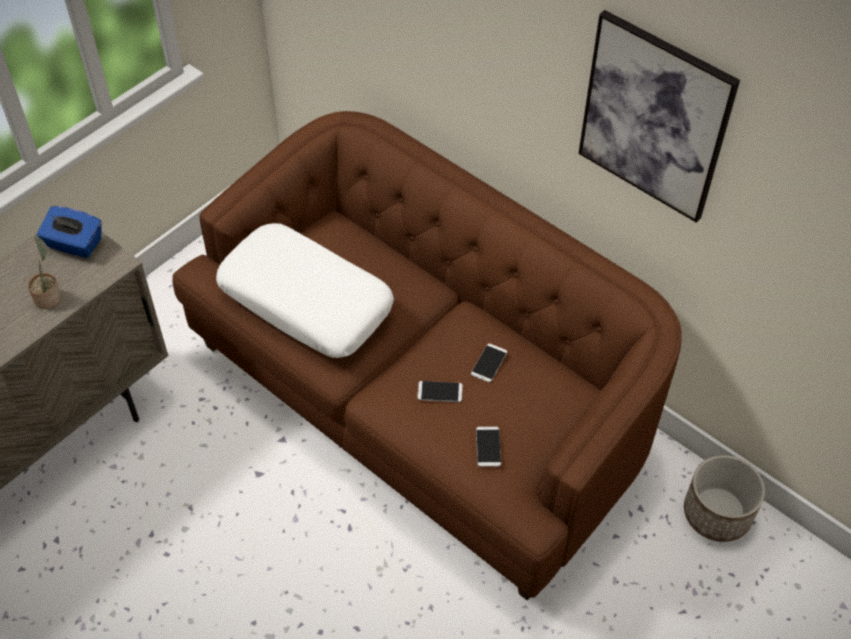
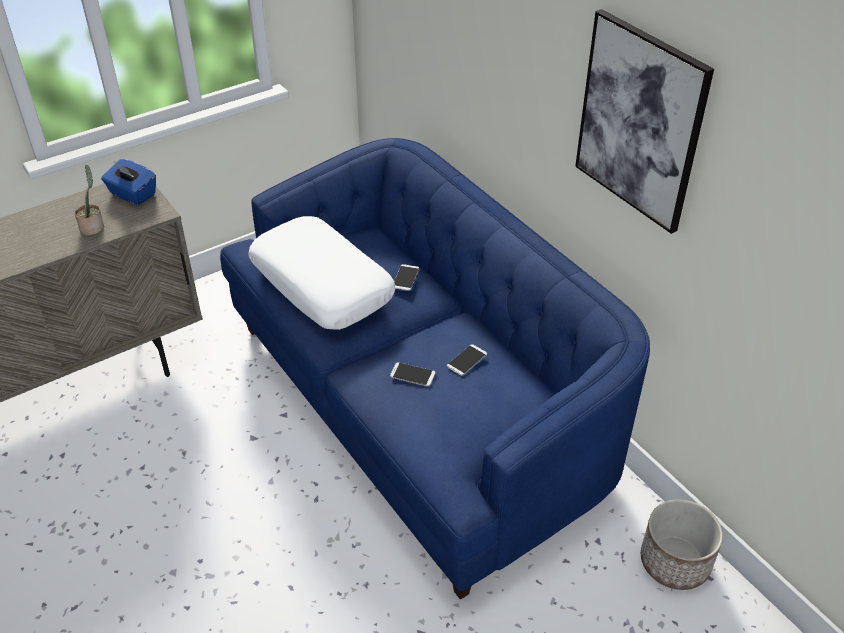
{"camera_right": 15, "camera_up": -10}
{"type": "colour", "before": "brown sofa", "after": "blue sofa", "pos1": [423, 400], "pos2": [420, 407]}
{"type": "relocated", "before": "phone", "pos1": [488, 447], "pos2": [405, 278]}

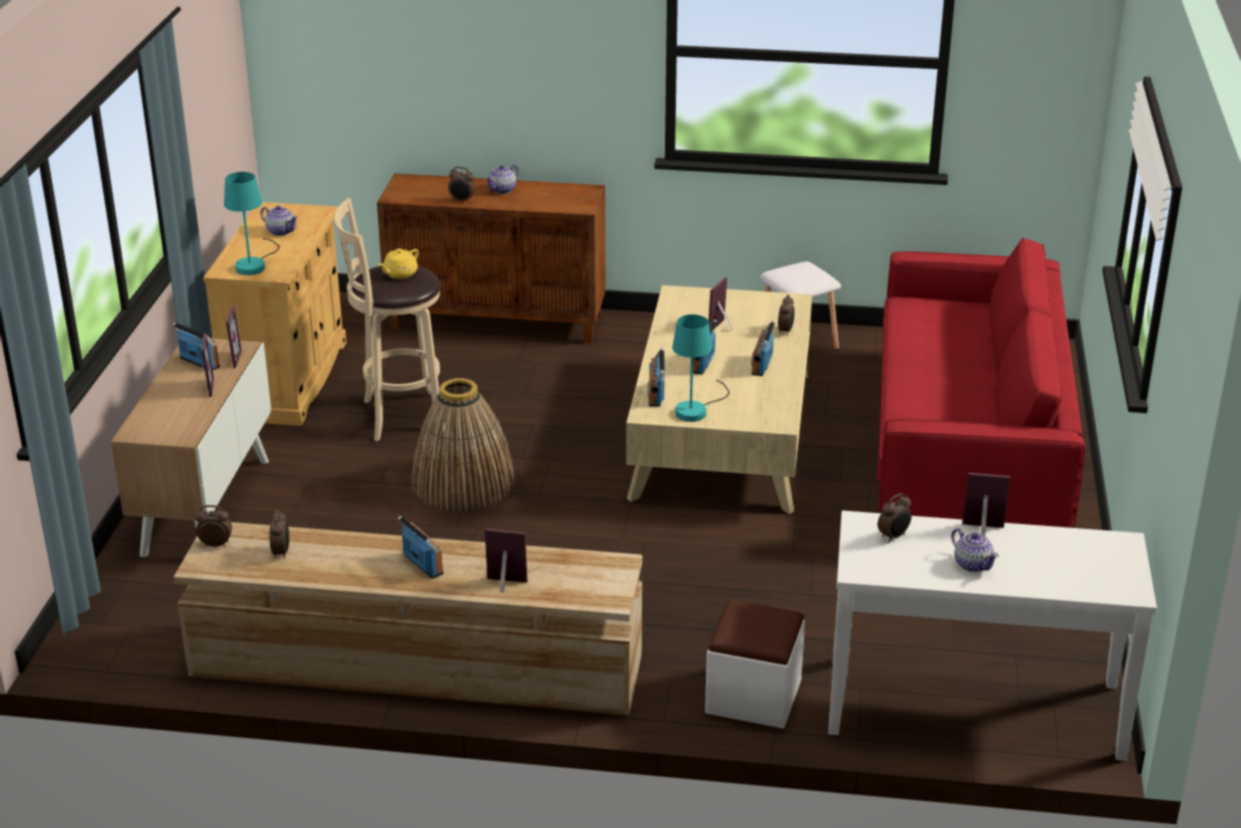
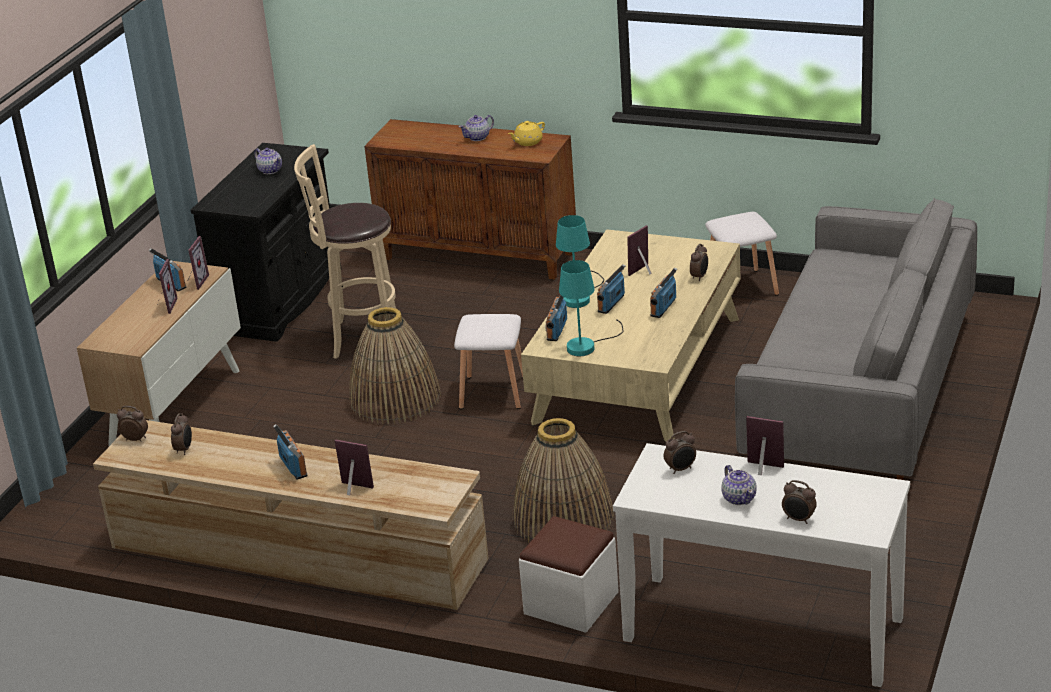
{"camera_right": 15, "camera_up": 0}
{"type": "relocated", "before": "alarm clock", "pos1": [462, 201], "pos2": [798, 519]}
{"type": "relocated", "before": "turquoise table lamp", "pos1": [254, 264], "pos2": [580, 297]}
{"type": "colour", "before": "beige cabinet", "after": "black cabinet", "pos1": [287, 380], "pos2": [279, 300]}
{"type": "colour", "before": "red sofa", "after": "grey sofa", "pos1": [966, 446], "pos2": [860, 392]}
{"type": "relocated", "before": "yellow teapot", "pos1": [399, 274], "pos2": [527, 142]}
{"type": "appeared", "after": "white stool", "pos2": [492, 391]}
{"type": "appeared", "after": "basket", "pos2": [563, 518]}

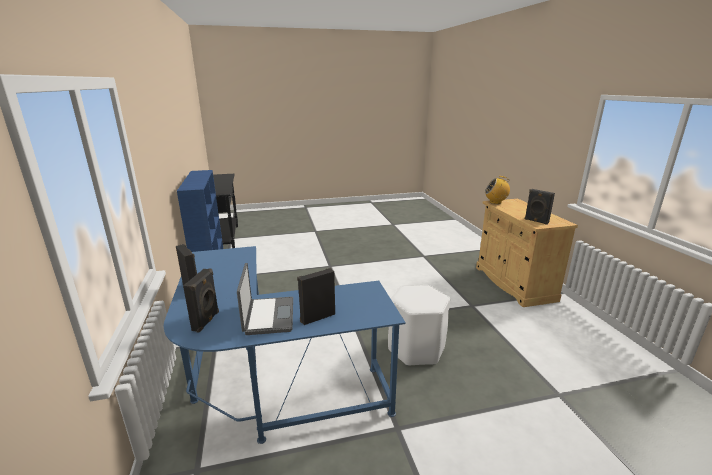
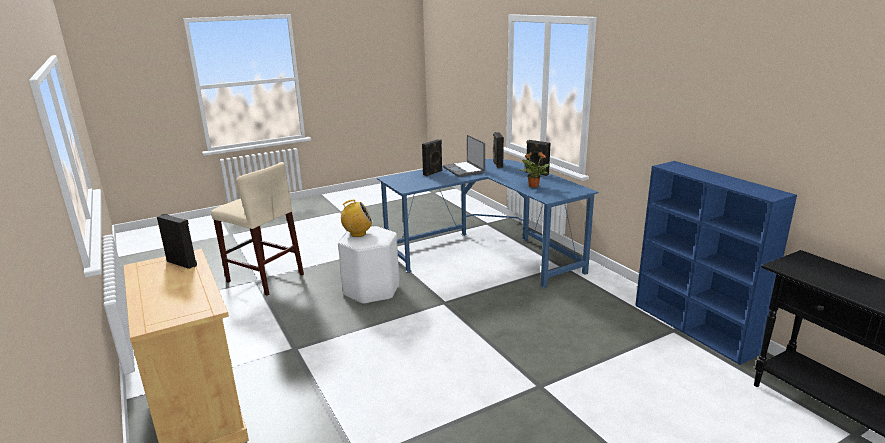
{"camera_right": 165, "camera_up": 0}
{"type": "relocated", "before": "radio", "pos1": [495, 202], "pos2": [358, 234]}
{"type": "appeared", "after": "potted plant", "pos2": [533, 186]}
{"type": "appeared", "after": "beige stool", "pos2": [265, 278]}

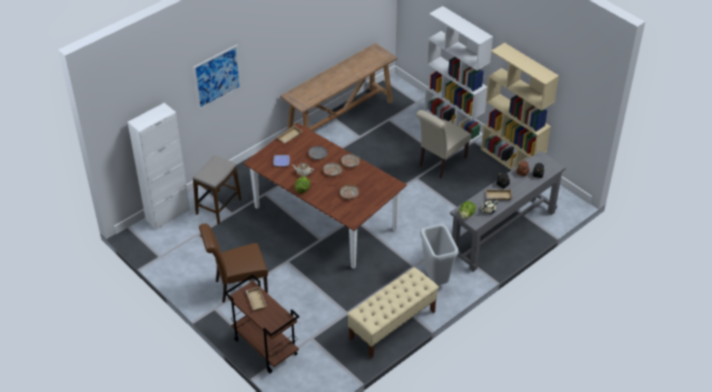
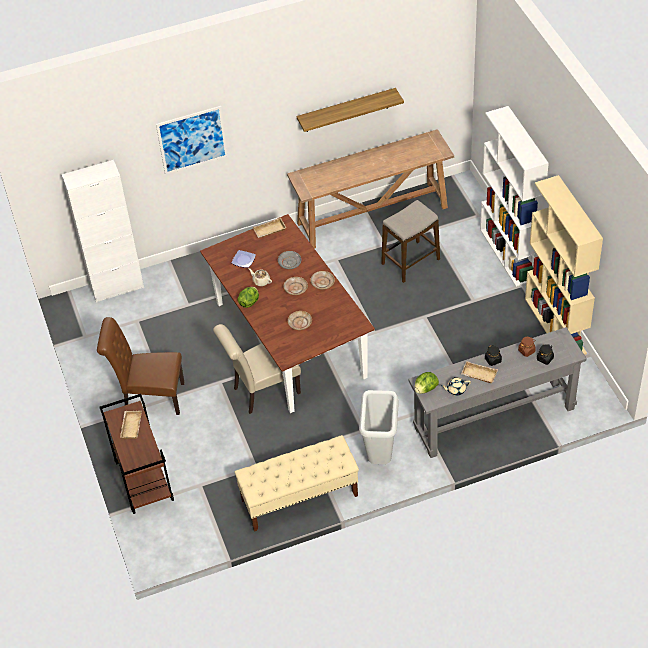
{"camera_right": 25, "camera_up": 5}
{"type": "relocated", "before": "beige chair", "pos1": [440, 163], "pos2": [262, 392]}
{"type": "relocated", "before": "stool", "pos1": [219, 207], "pos2": [411, 262]}
{"type": "appeared", "after": "shelf", "pos2": [346, 110]}

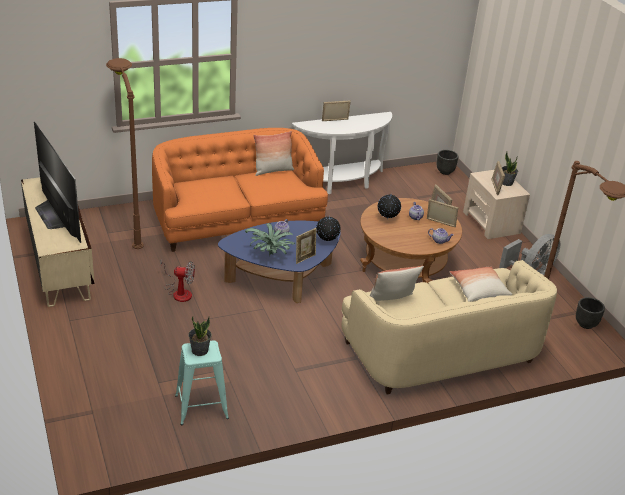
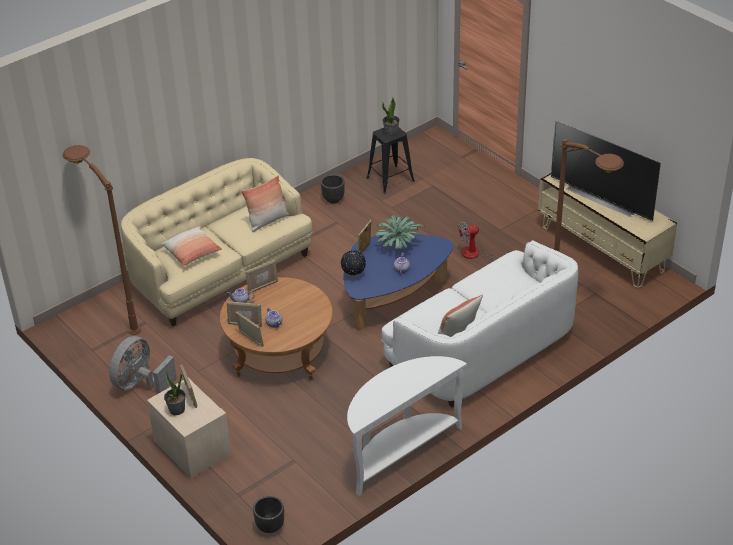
{"camera_right": 165, "camera_up": 5}
{"type": "relocated", "before": "picture frame", "pos1": [335, 120], "pos2": [262, 286]}
{"type": "colour", "before": "orange sofa", "after": "white sofa", "pos1": [237, 221], "pos2": [482, 349]}
{"type": "missing", "before": "globe", "pos1": [387, 219]}
{"type": "relocated", "before": "black planter", "pos1": [585, 324], "pos2": [333, 199]}
{"type": "colour", "before": "turquoise stool", "after": "black stool", "pos1": [201, 407], "pos2": [390, 179]}

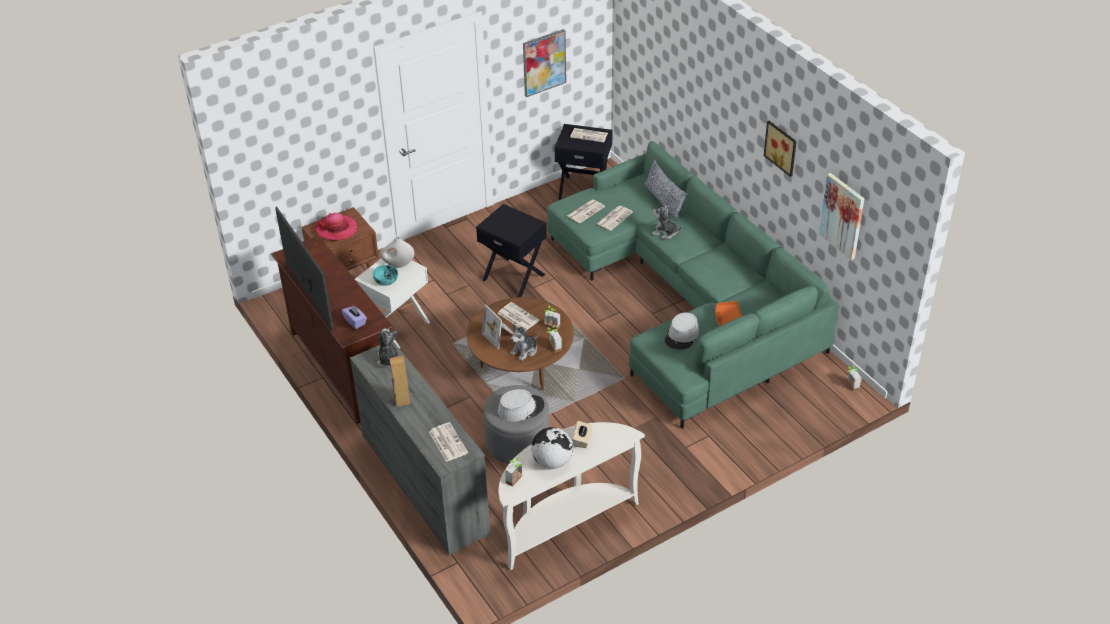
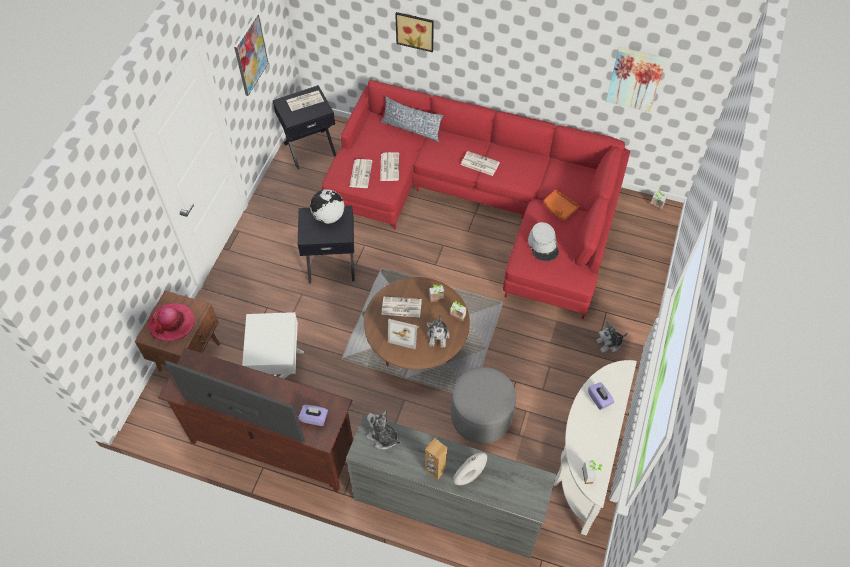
{"camera_right": -40, "camera_up": 15}
{"type": "relocated", "before": "picture", "pos1": [782, 147], "pos2": [415, 30]}
{"type": "colour", "before": "green sofa", "after": "red sofa", "pos1": [687, 301], "pos2": [483, 204]}
{"type": "relocated", "before": "plush toy", "pos1": [665, 233], "pos2": [609, 343]}
{"type": "relocated", "before": "white vase", "pos1": [398, 265], "pos2": [469, 475]}
{"type": "missing", "before": "turquoise bowl", "pos1": [386, 281]}
{"type": "missing", "before": "grey hat", "pos1": [521, 408]}
{"type": "colour", "before": "beige tissue box", "after": "purple tissue box", "pos1": [582, 440], "pos2": [599, 399]}
{"type": "relocated", "before": "newspaper", "pos1": [447, 442], "pos2": [479, 164]}
{"type": "relocated", "before": "globe", "pos1": [552, 461], "pos2": [328, 217]}

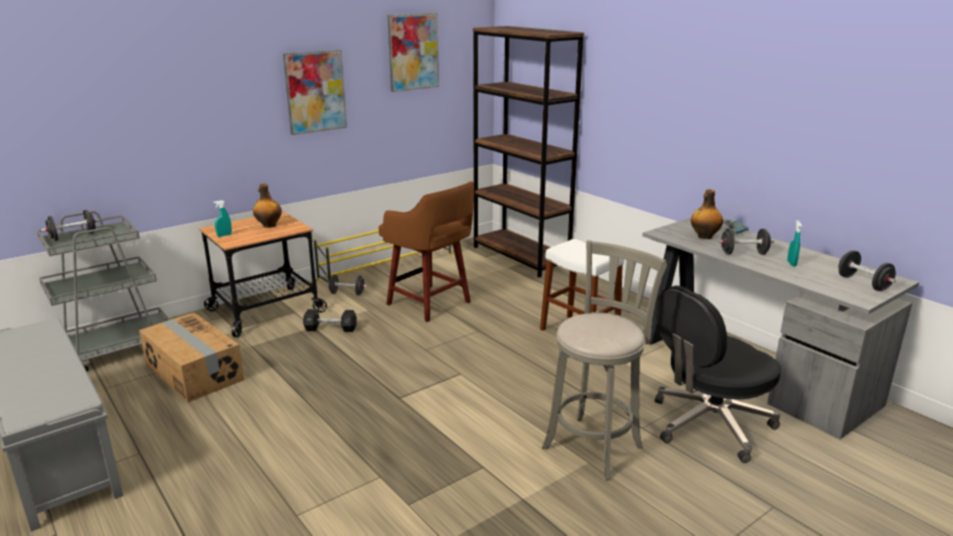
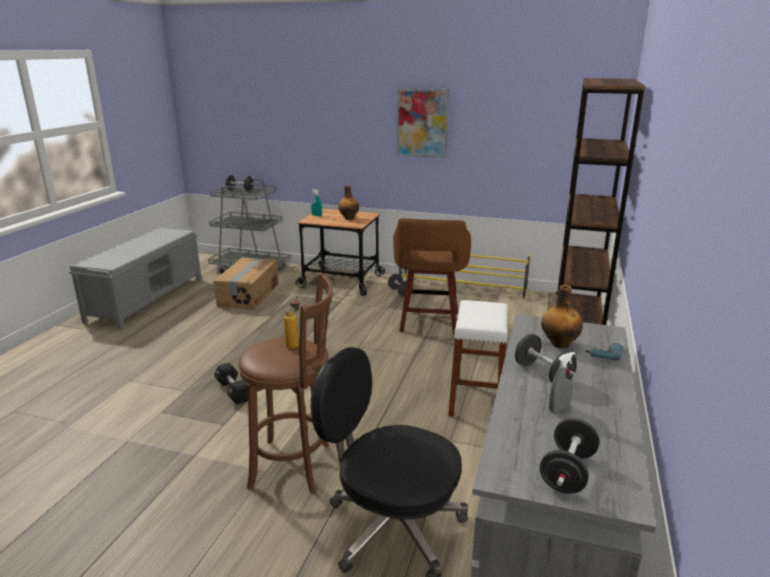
{"camera_right": 55, "camera_up": 0}
{"type": "missing", "before": "picture", "pos1": [413, 52]}
{"type": "colour", "before": "turquoise spray bottle", "after": "grey spray bottle", "pos1": [791, 263], "pos2": [558, 408]}
{"type": "colour", "before": "grey stool", "after": "brown stool", "pos1": [595, 445], "pos2": [295, 466]}
{"type": "relocated", "before": "black dumbbell", "pos1": [330, 329], "pos2": [233, 391]}
{"type": "appeared", "after": "bottle", "pos2": [294, 344]}

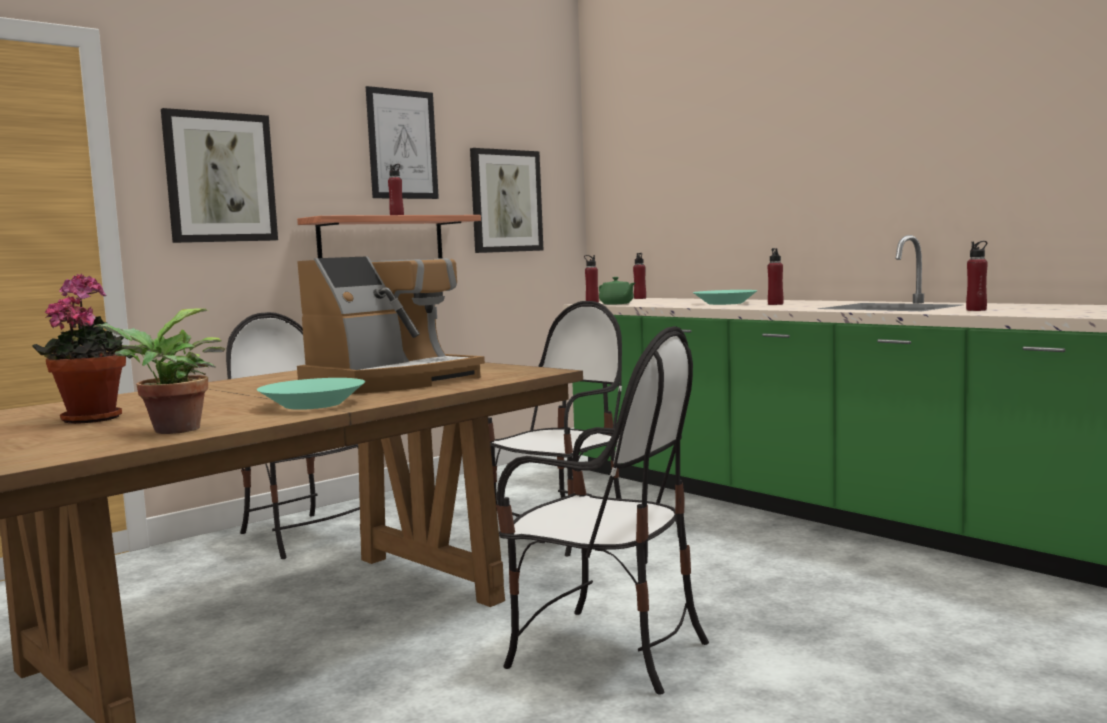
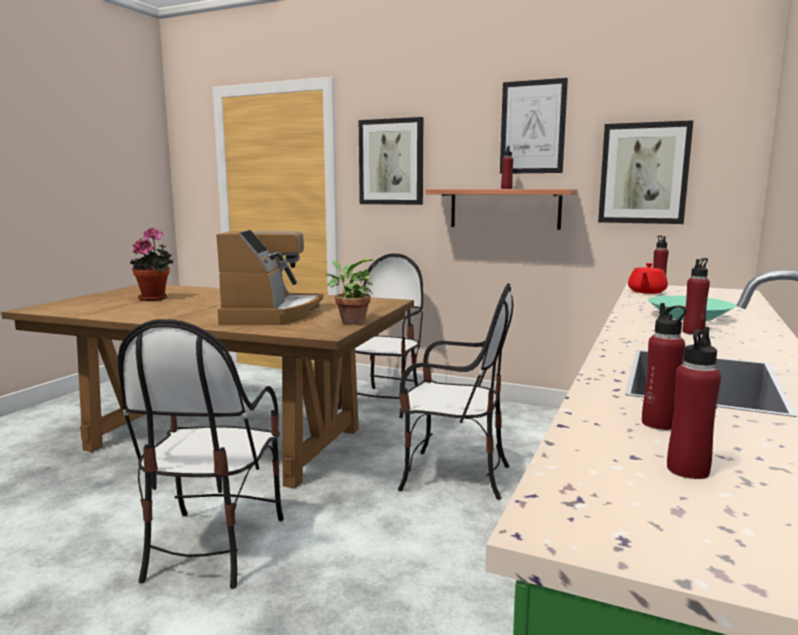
{"camera_right": 65, "camera_up": 5}
{"type": "relocated", "before": "red bottle", "pos1": [640, 298], "pos2": [687, 470]}
{"type": "spun", "before": "coffee machine", "pos1": [391, 382], "pos2": [271, 315], "turn": -105}
{"type": "colour", "before": "green teapot", "after": "red teapot", "pos1": [616, 304], "pos2": [646, 292]}
{"type": "relocated", "before": "potted plant", "pos1": [170, 431], "pos2": [350, 322]}
{"type": "missing", "before": "turquoise bowl", "pos1": [312, 404]}

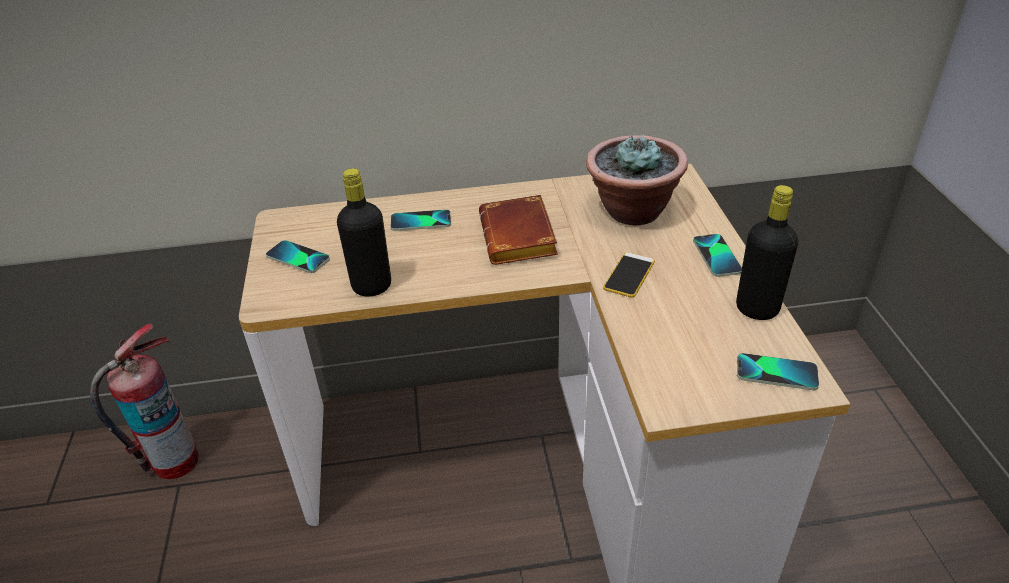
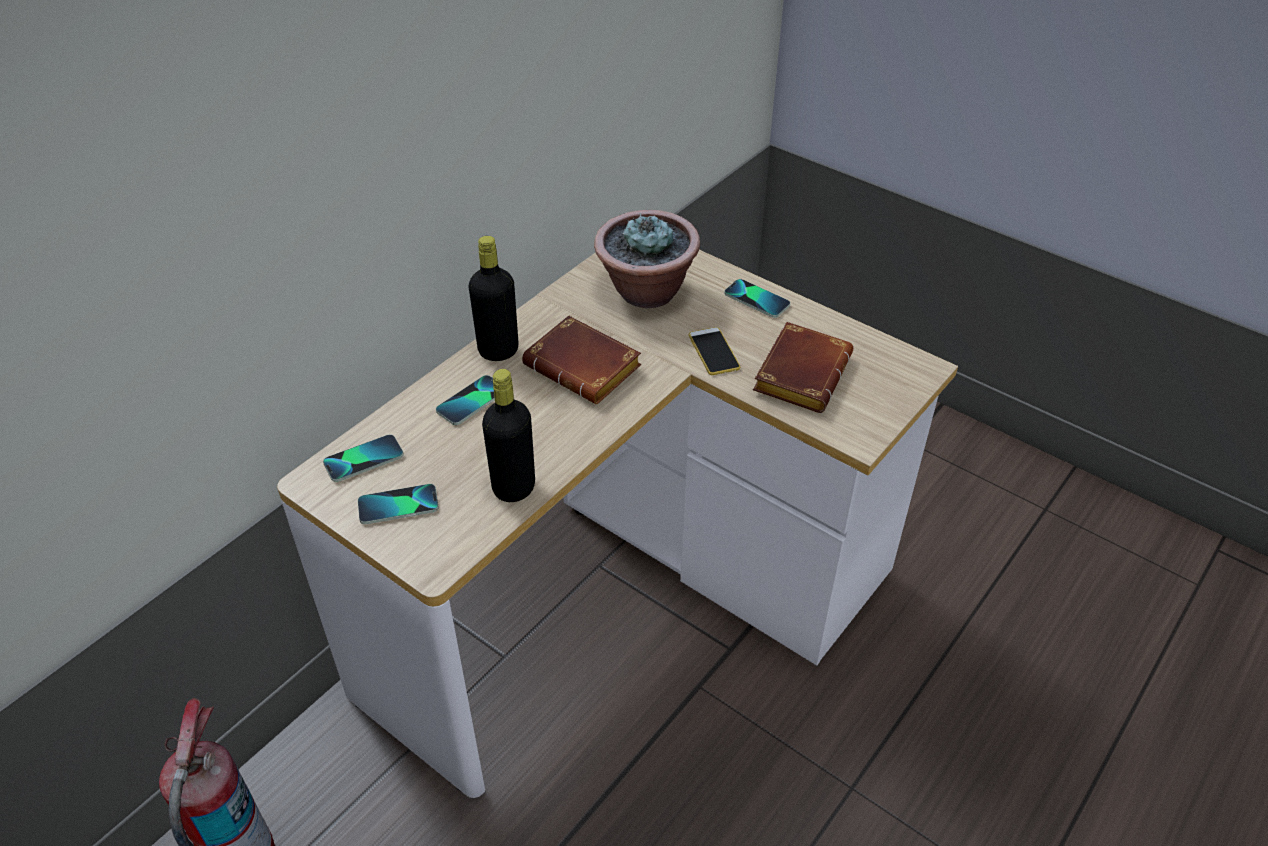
{"camera_right": -45, "camera_up": 5}
{"type": "relocated", "before": "black bottle", "pos1": [757, 309], "pos2": [498, 350]}
{"type": "relocated", "before": "phone", "pos1": [776, 373], "pos2": [363, 459]}
{"type": "appeared", "after": "brown book", "pos2": [800, 372]}

